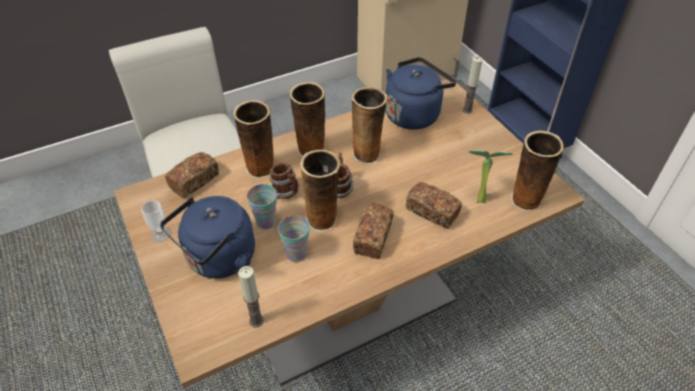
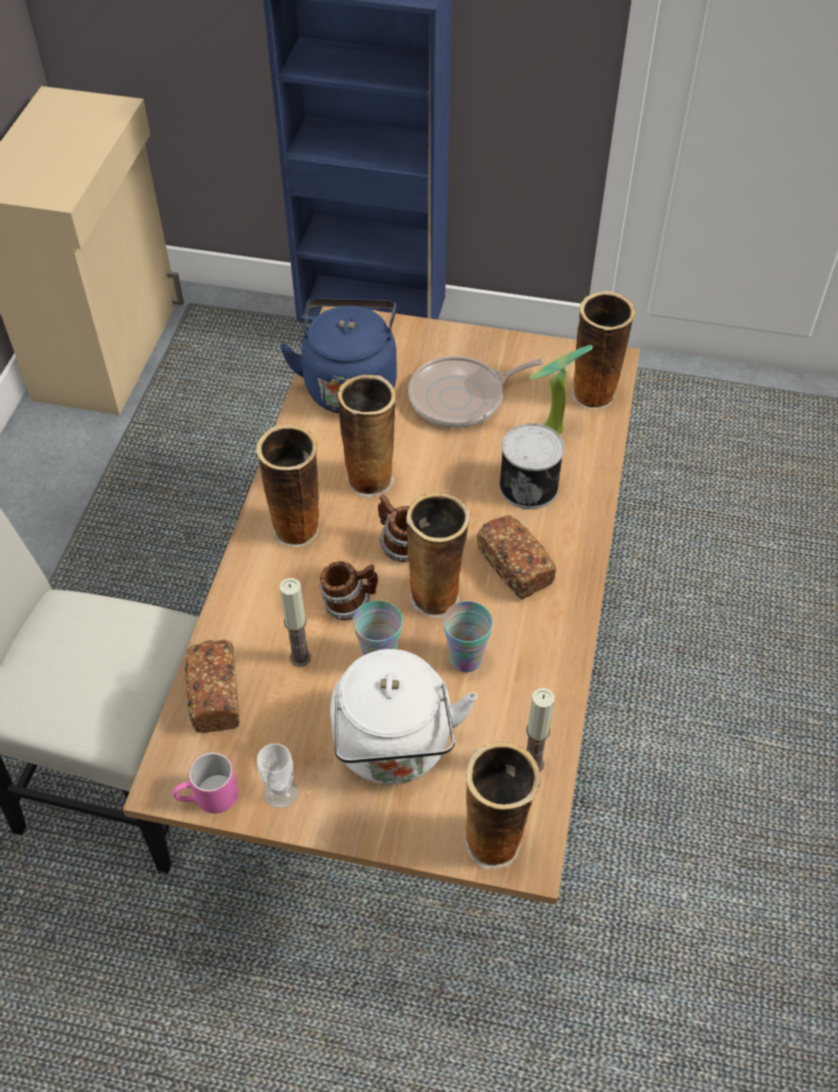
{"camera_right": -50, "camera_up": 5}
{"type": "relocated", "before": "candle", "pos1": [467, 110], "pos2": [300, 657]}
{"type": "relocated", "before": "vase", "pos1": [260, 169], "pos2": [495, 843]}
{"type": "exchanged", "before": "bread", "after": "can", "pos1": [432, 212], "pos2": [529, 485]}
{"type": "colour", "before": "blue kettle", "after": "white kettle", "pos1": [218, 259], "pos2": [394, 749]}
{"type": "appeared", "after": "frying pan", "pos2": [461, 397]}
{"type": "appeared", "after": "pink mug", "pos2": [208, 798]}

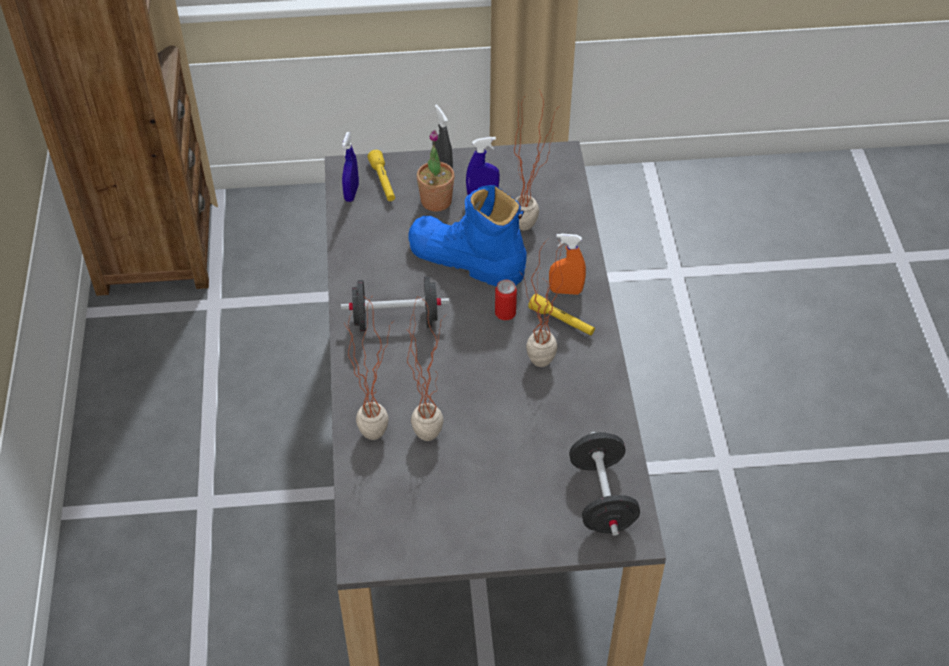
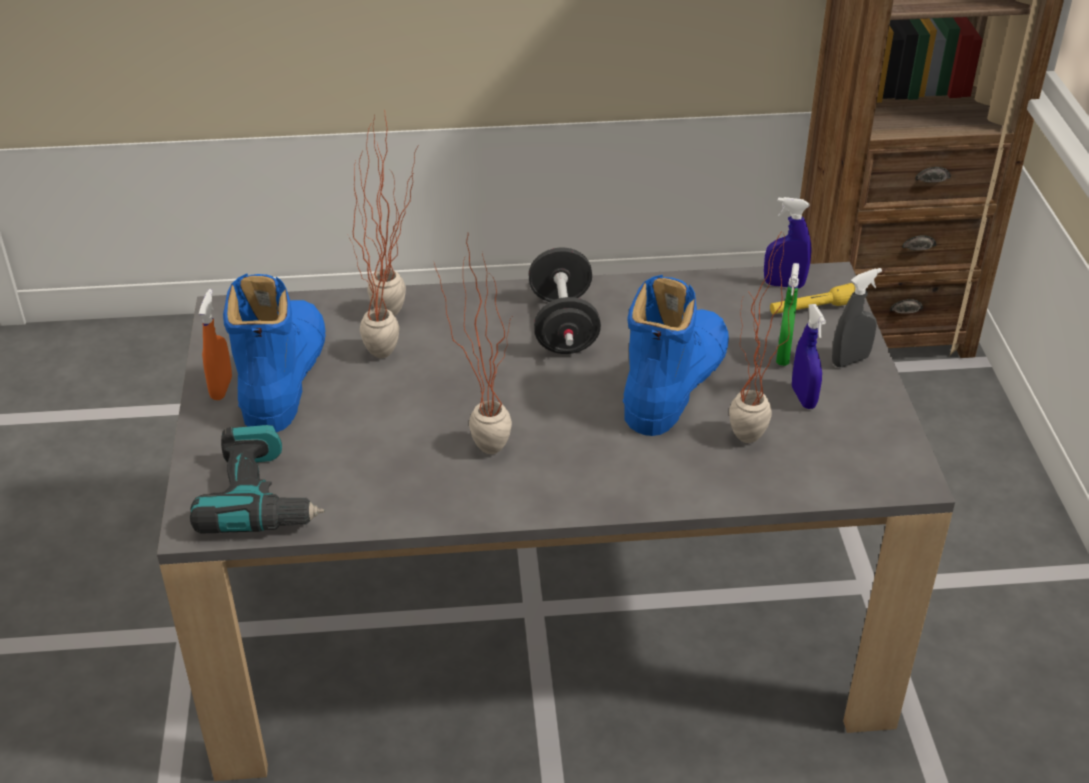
{"camera_right": 90, "camera_up": -10}
{"type": "exchanged", "before": "potted plant", "after": "green spray bottle", "pos1": [436, 201], "pos2": [783, 355]}
{"type": "relocated", "before": "orange spray bottle", "pos1": [565, 291], "pos2": [221, 388]}
{"type": "missing", "before": "can", "pos1": [505, 313]}
{"type": "missing", "before": "yellow flashlight", "pos1": [561, 321]}
{"type": "exchanged", "before": "black dumbbell", "after": "power drill", "pos1": [601, 497], "pos2": [262, 498]}
{"type": "appeared", "after": "blue boot", "pos2": [283, 377]}

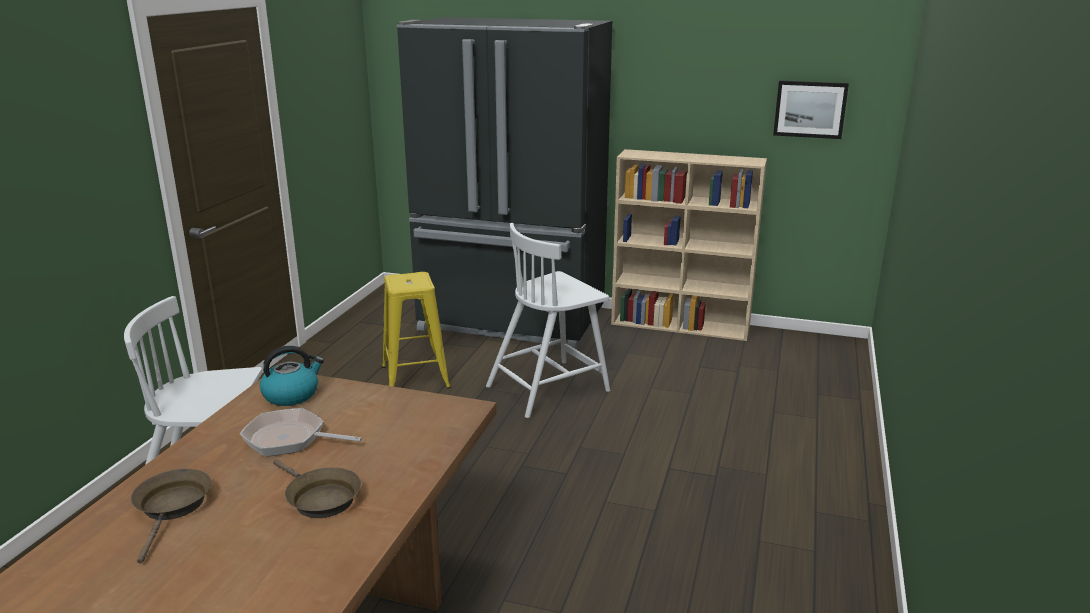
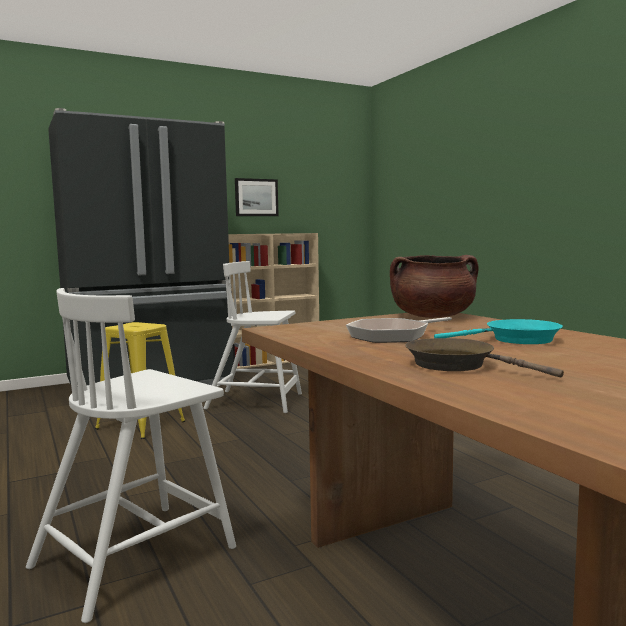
{"camera_right": -45, "camera_up": -15}
{"type": "relocated", "before": "picture", "pos1": [810, 109], "pos2": [256, 197]}
{"type": "spun", "before": "white chair", "pos1": [549, 388], "pos2": [256, 401], "turn": 90}
{"type": "missing", "before": "kettle", "pos1": [292, 395]}
{"type": "colour", "before": "brown frying pan", "after": "turquoise frying pan", "pos1": [320, 498], "pos2": [516, 340]}
{"type": "appeared", "after": "brown cooking pot", "pos2": [433, 316]}

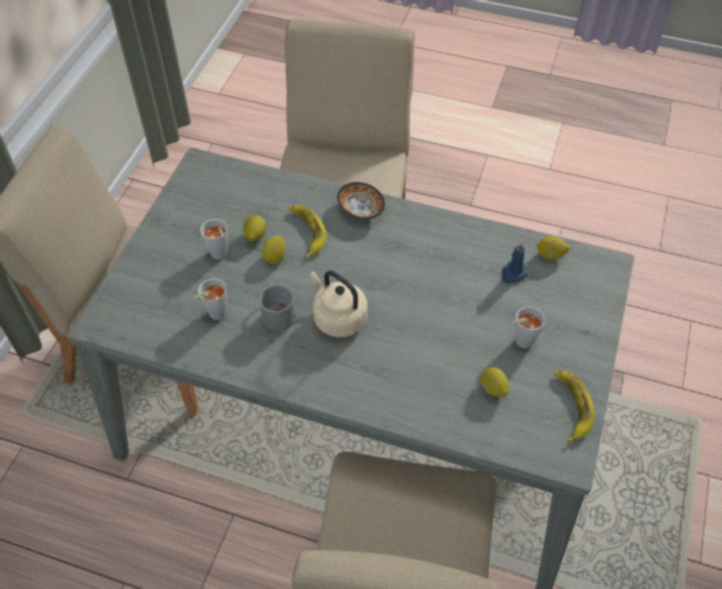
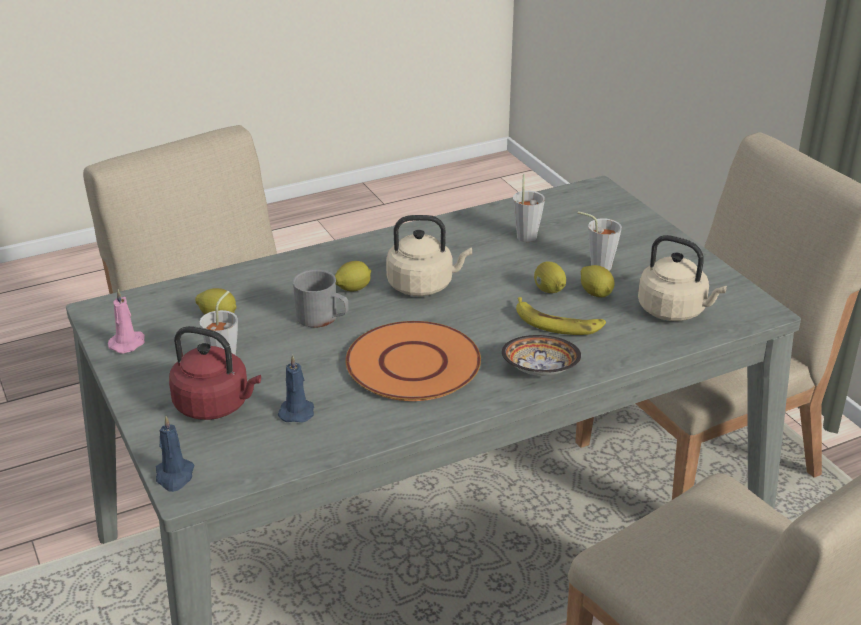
{"camera_right": 135, "camera_up": -20}
{"type": "relocated", "before": "lemon", "pos1": [550, 255], "pos2": [353, 289]}
{"type": "relocated", "before": "grey mug", "pos1": [277, 313], "pos2": [322, 318]}
{"type": "exchanged", "before": "banana", "after": "pink candle", "pos1": [571, 406], "pos2": [128, 343]}
{"type": "appeared", "after": "beige kettle", "pos2": [675, 311]}
{"type": "appeared", "after": "orange plate", "pos2": [414, 363]}
{"type": "appeared", "after": "red kettle", "pos2": [216, 406]}
{"type": "appeared", "after": "blue candle", "pos2": [174, 476]}

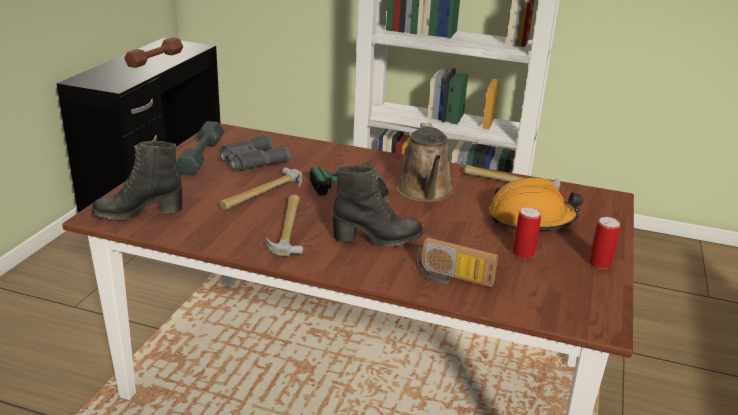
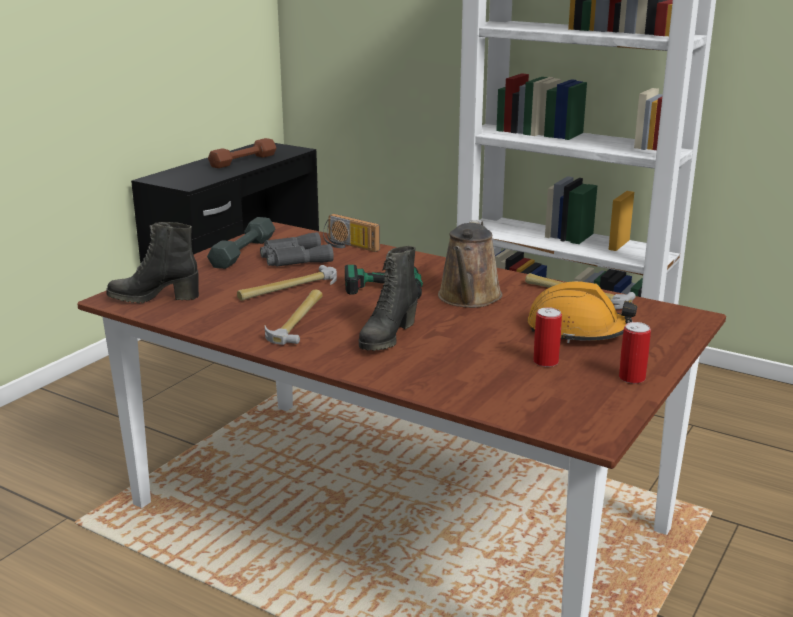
{"camera_right": 15, "camera_up": -5}
{"type": "spun", "before": "black boot", "pos1": [377, 239], "pos2": [387, 337], "turn": 105}
{"type": "relocated", "before": "radio", "pos1": [452, 279], "pos2": [348, 246]}

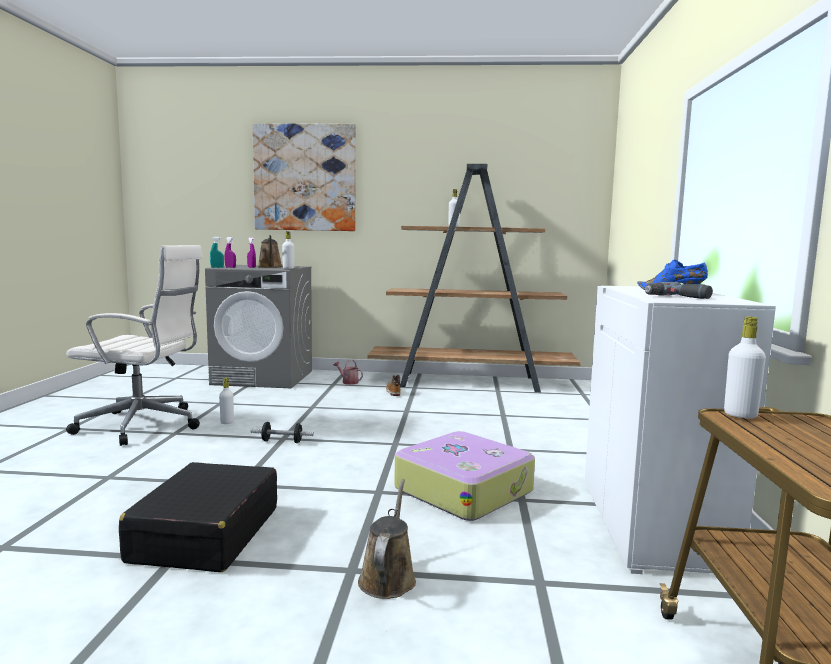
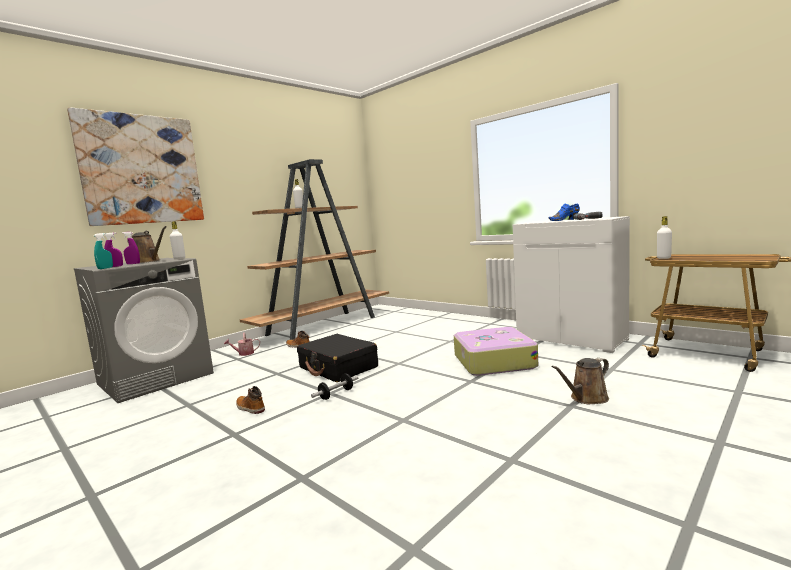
{"camera_right": -50, "camera_up": 0}
{"type": "missing", "before": "white office chair", "pos1": [143, 426]}
{"type": "exchanged", "before": "white bottle", "after": "boot", "pos1": [227, 422], "pos2": [250, 408]}
{"type": "relocated", "before": "black suitcase", "pos1": [205, 534], "pos2": [338, 368]}
{"type": "spun", "before": "brown watering can", "pos1": [388, 578], "pos2": [586, 398], "turn": -75}

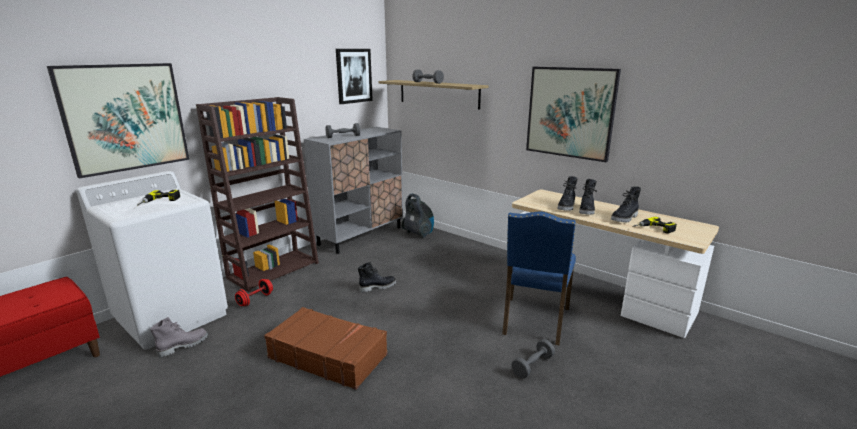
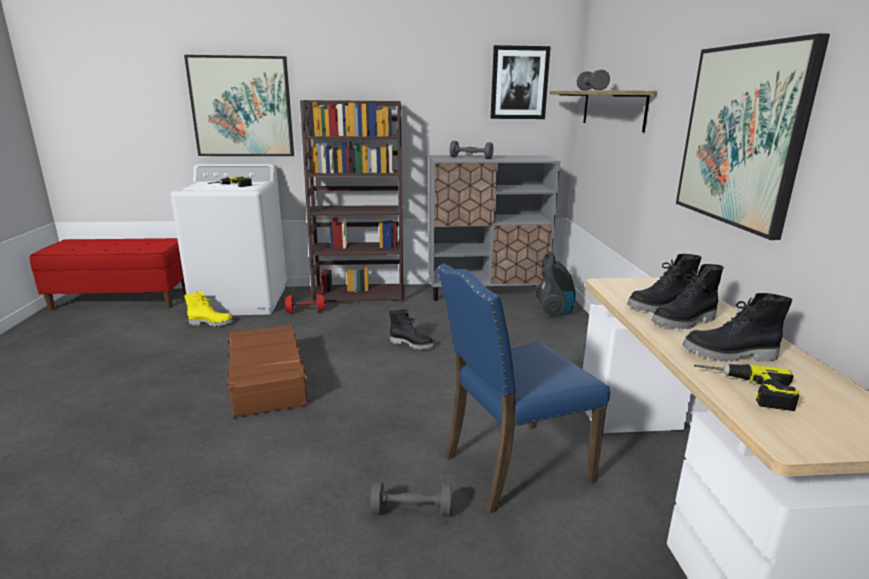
{"camera_right": 45, "camera_up": 0}
{"type": "colour", "before": "grey boot", "after": "yellow boot", "pos1": [183, 346], "pos2": [211, 323]}

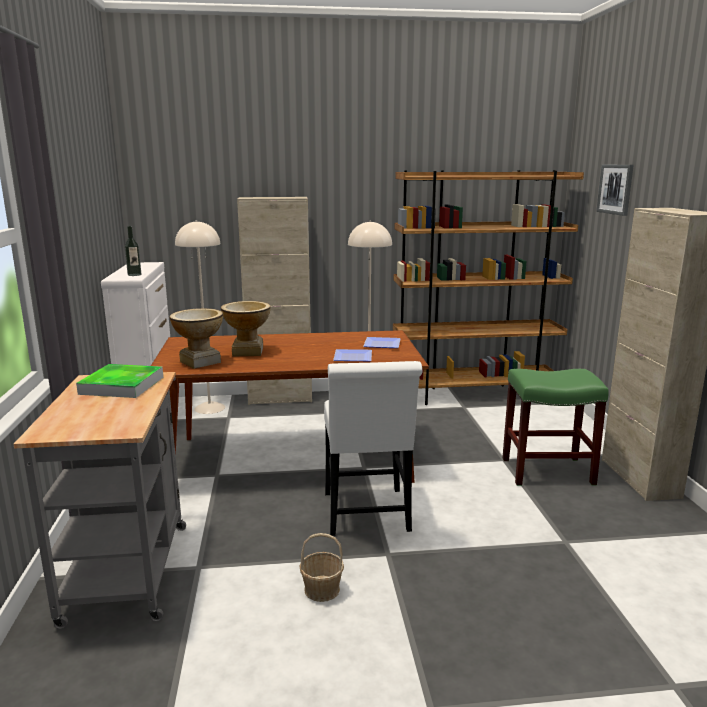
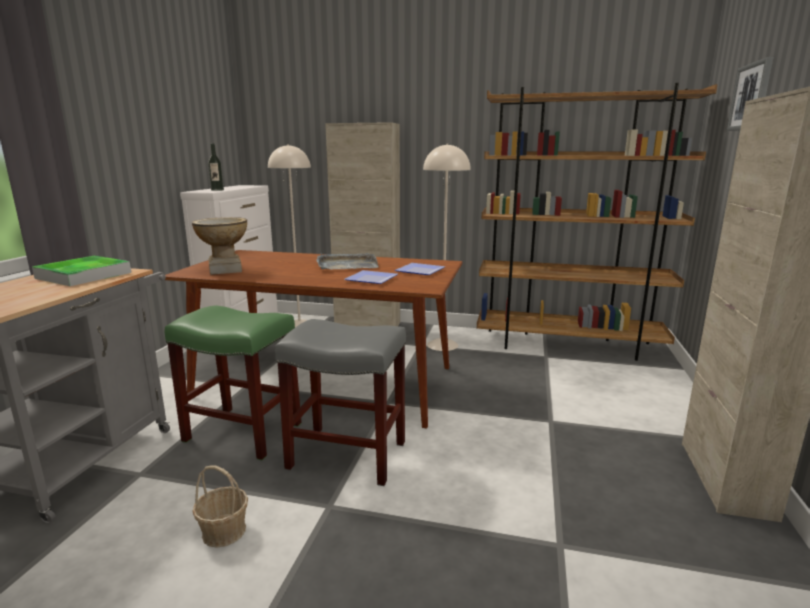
{"camera_right": 20, "camera_up": 0}
{"type": "missing", "before": "vase", "pos1": [248, 352]}
{"type": "exchanged", "before": "white chair", "after": "grey stool", "pos1": [367, 516], "pos2": [346, 455]}
{"type": "relocated", "before": "green stool", "pos1": [548, 471], "pos2": [244, 432]}
{"type": "appeared", "after": "grey tray", "pos2": [346, 265]}

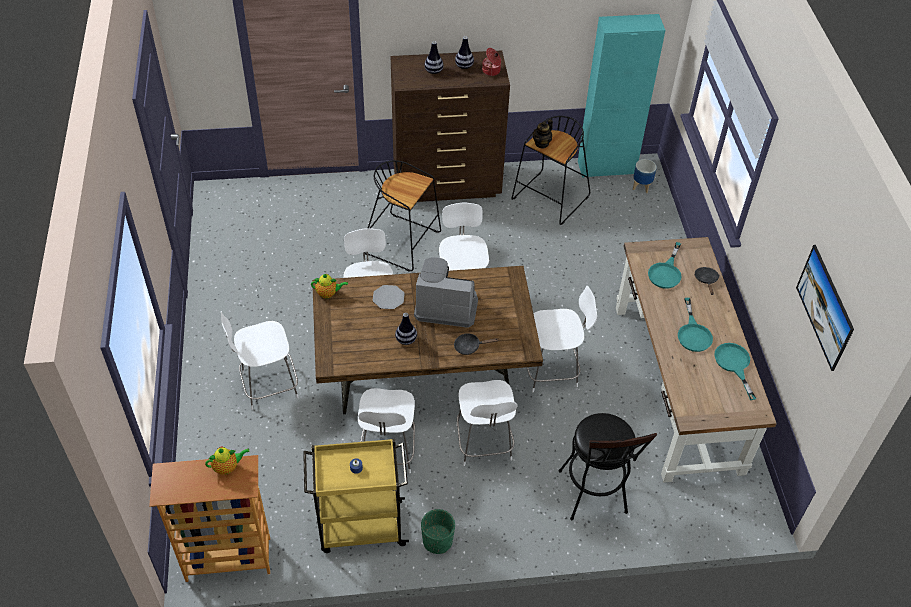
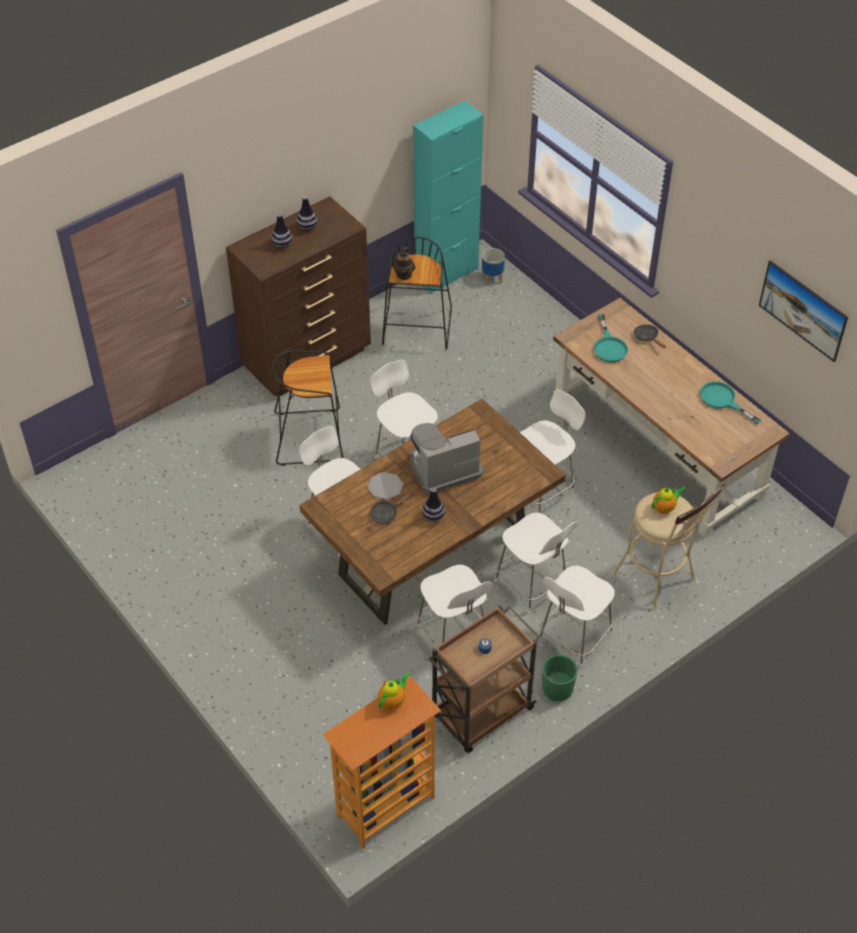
{"camera_right": -30, "camera_up": 0}
{"type": "missing", "before": "cooking pot", "pos1": [491, 71]}
{"type": "relocated", "before": "teapot", "pos1": [328, 293], "pos2": [665, 507]}
{"type": "missing", "before": "turquoise frying pan", "pos1": [693, 333]}
{"type": "relocated", "before": "white chair", "pos1": [267, 386], "pos2": [573, 639]}
{"type": "relocated", "before": "black frying pan", "pos1": [470, 346], "pos2": [386, 514]}
{"type": "colour", "before": "black stool", "after": "beige stool", "pos1": [594, 497], "pos2": [659, 580]}
{"type": "colour", "before": "yellow cart", "after": "brown cart", "pos1": [360, 527], "pos2": [481, 714]}

